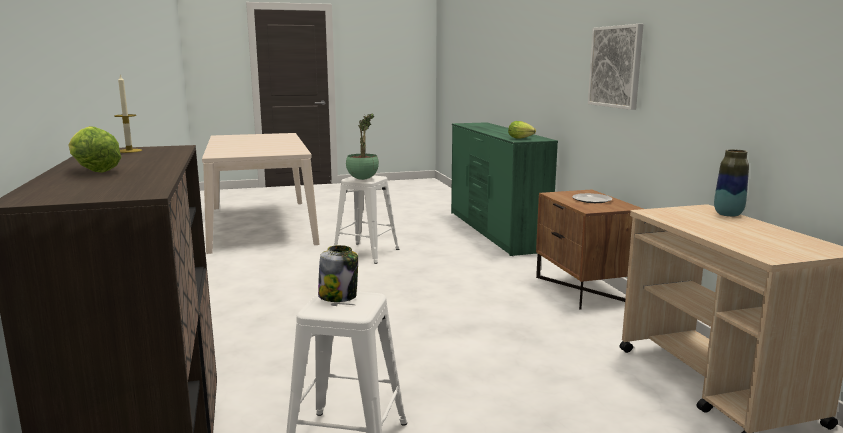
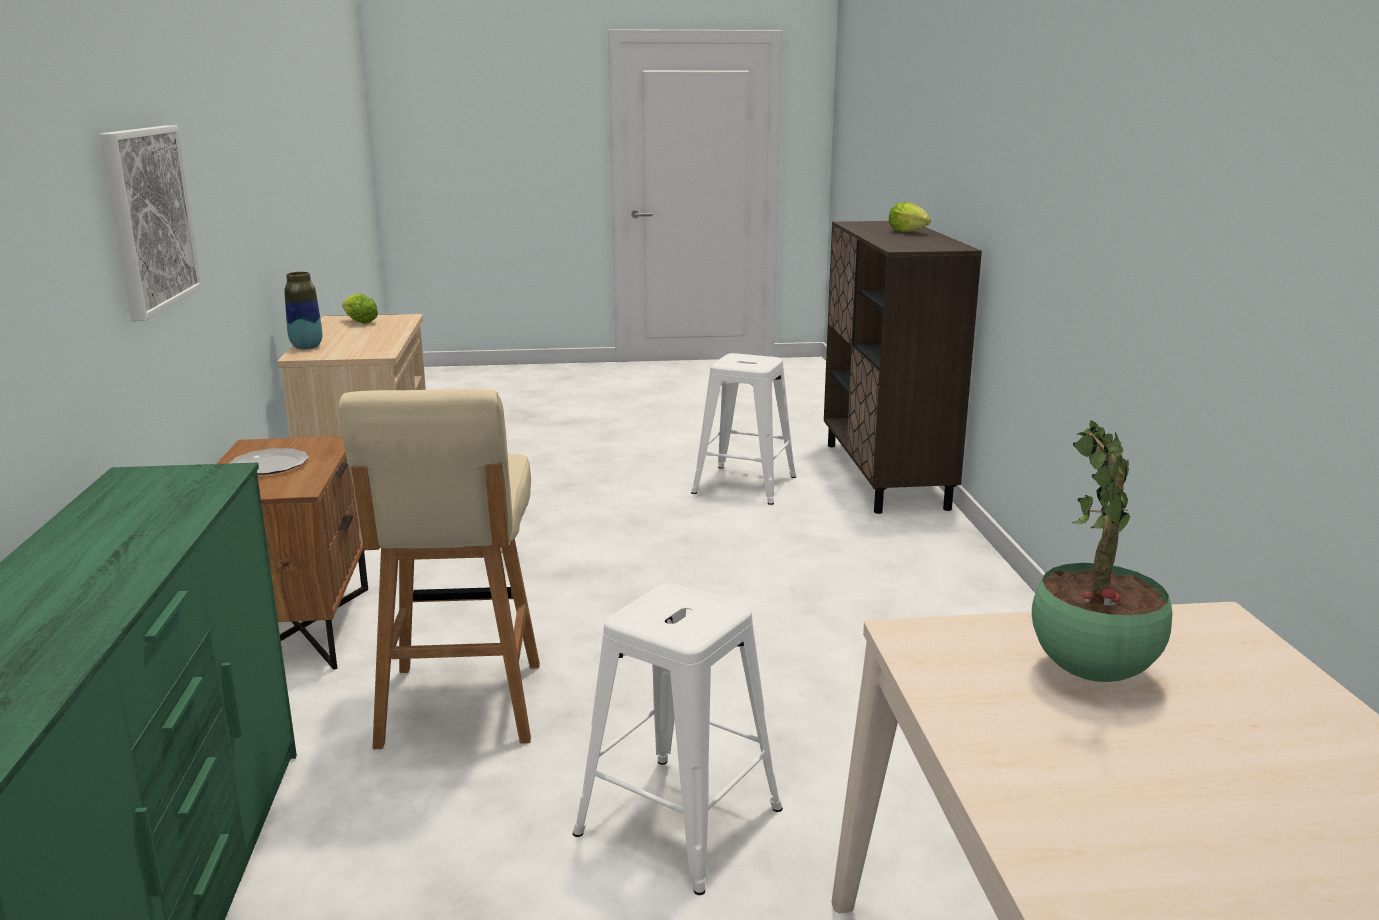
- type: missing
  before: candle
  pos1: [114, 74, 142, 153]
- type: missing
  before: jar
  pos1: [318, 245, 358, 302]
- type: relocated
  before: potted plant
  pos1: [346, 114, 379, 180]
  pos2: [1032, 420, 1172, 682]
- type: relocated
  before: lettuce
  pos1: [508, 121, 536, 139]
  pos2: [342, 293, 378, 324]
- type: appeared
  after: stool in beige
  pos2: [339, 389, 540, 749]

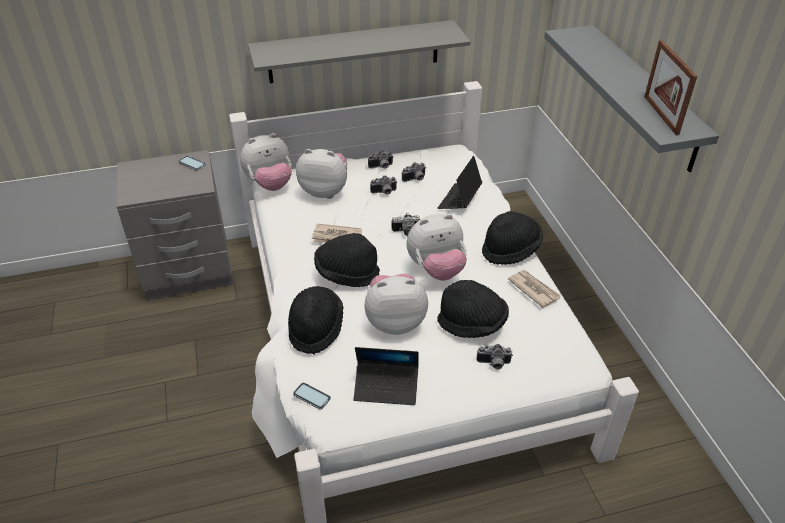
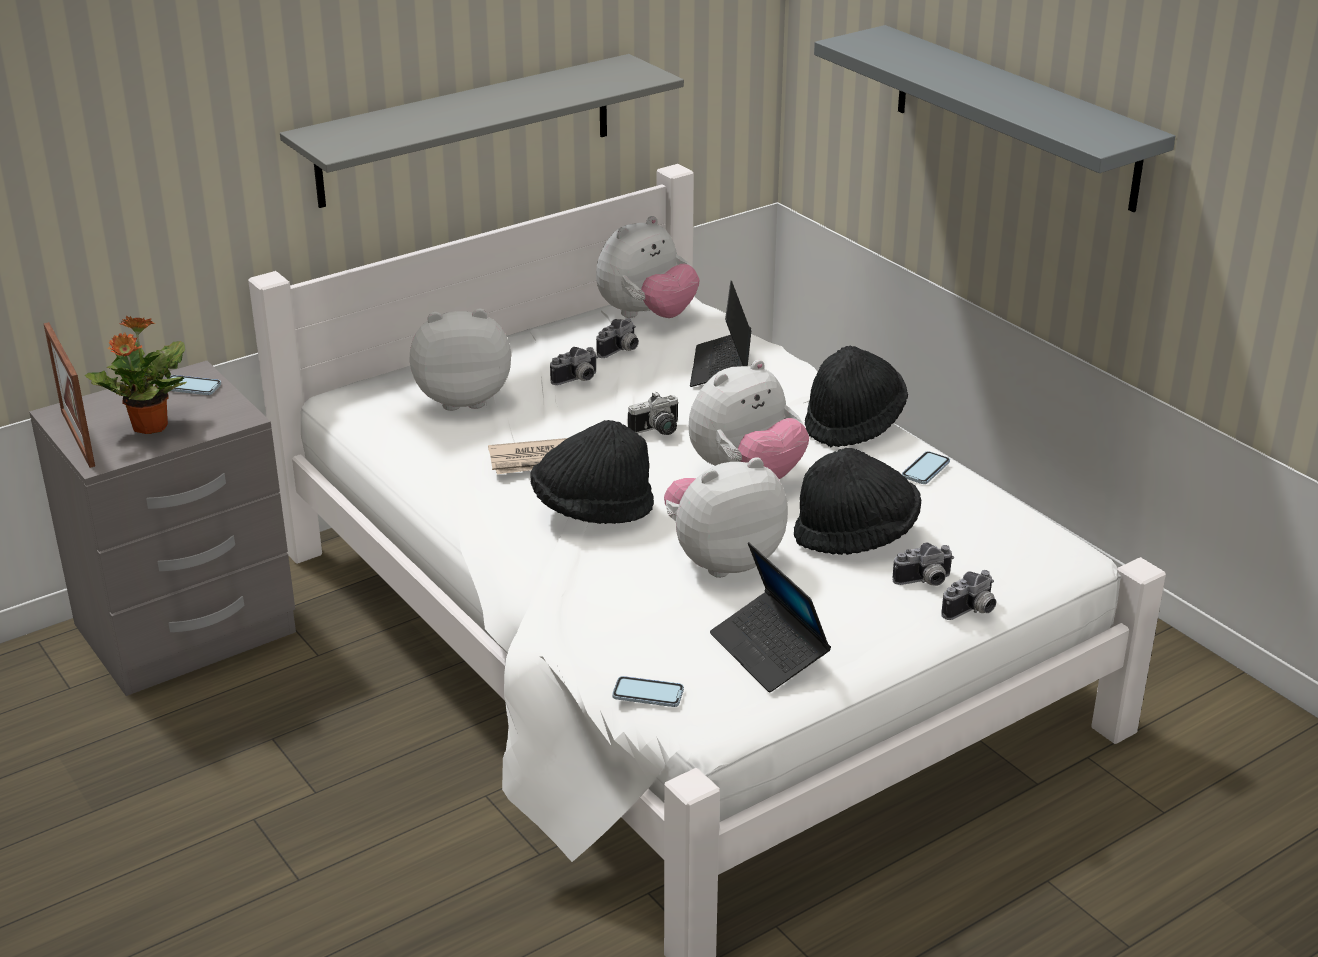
- type: relocated
  before: plush toy
  pos1: [240, 133, 292, 191]
  pos2: [596, 216, 700, 318]
- type: missing
  before: hat in black
  pos1: [288, 286, 343, 354]
- type: spun
  before: laptop
  pos1: [354, 347, 419, 405]
  pos2: [710, 542, 831, 692]
  turn: 75
- type: relocated
  before: photo camera
  pos1: [368, 151, 393, 169]
  pos2: [941, 570, 997, 620]
- type: exchanged
  before: newspaper
  after: phone
  pos1: [508, 270, 561, 308]
  pos2: [902, 451, 950, 484]
- type: relocated
  before: picture frame
  pos1: [645, 40, 697, 135]
  pos2: [43, 322, 95, 468]
- type: appeared
  after: potted plant
  pos2: [85, 315, 187, 434]

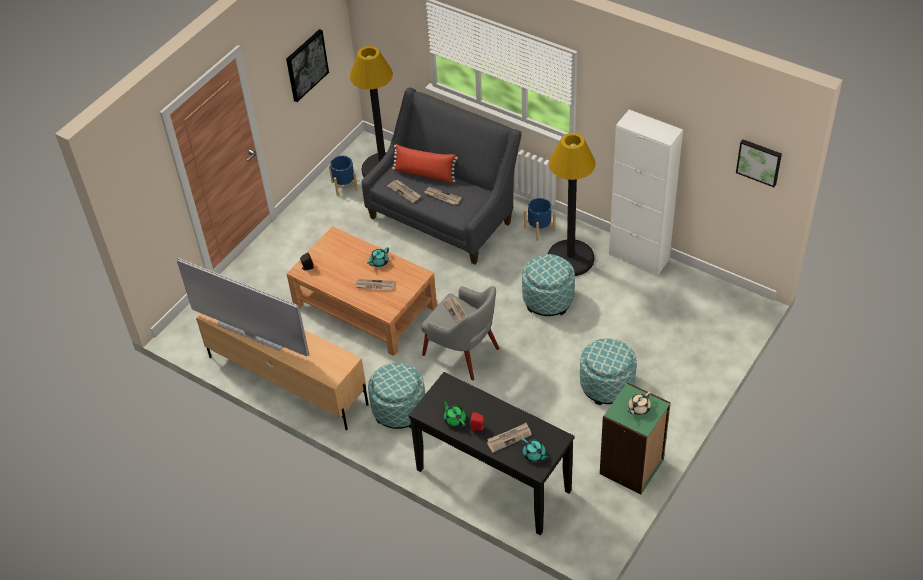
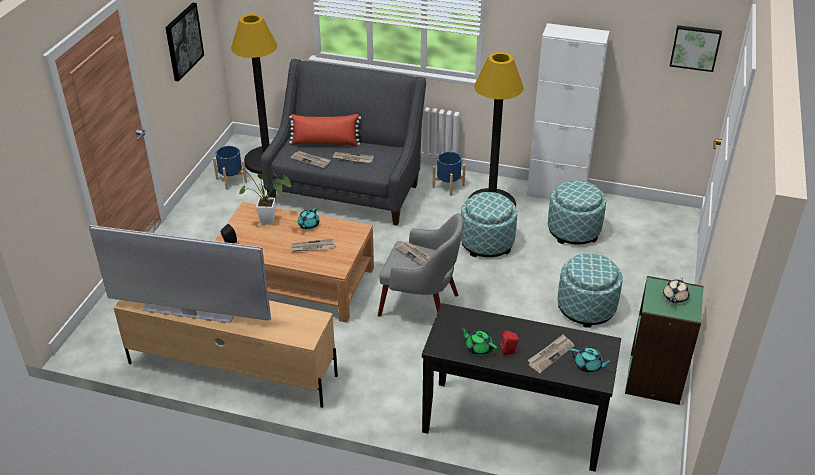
- type: relocated
  before: ottoman
  pos1: [368, 363, 425, 429]
  pos2: [548, 180, 606, 245]
- type: appeared
  after: potted plant
  pos2: [238, 168, 291, 225]

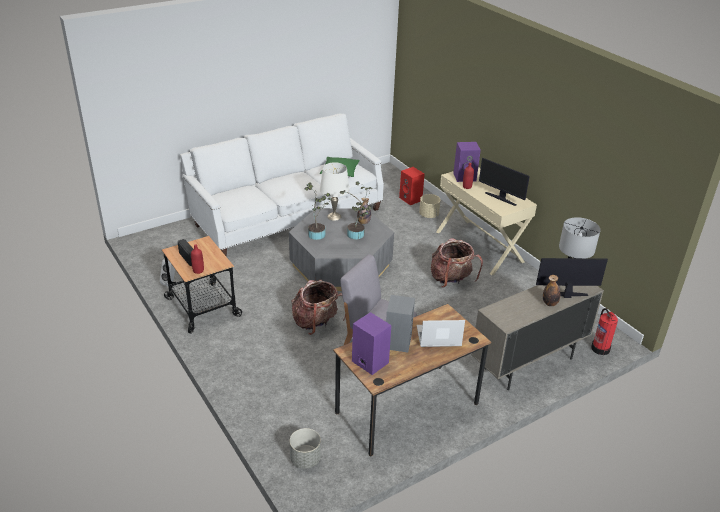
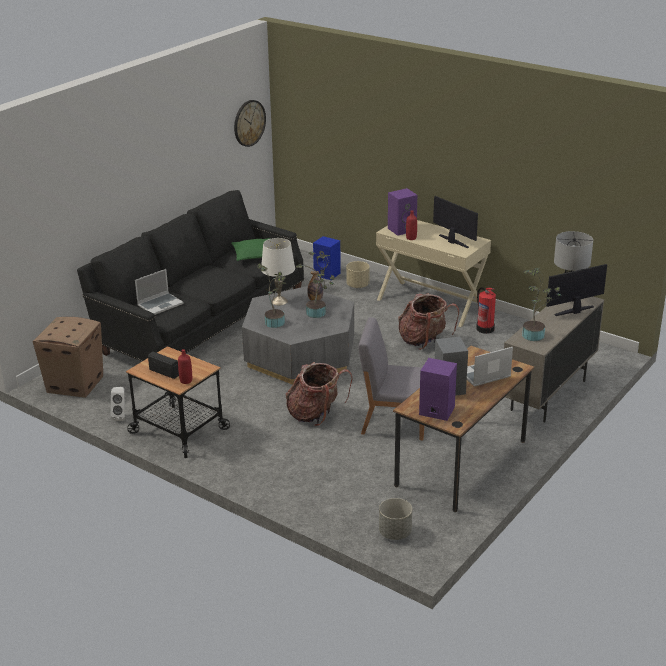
- type: colour
  before: sofa in white
  after: sofa in black
  pos1: [180, 114, 384, 256]
  pos2: [77, 190, 304, 361]
- type: colour
  before: speaker in red
  after: speaker in blue
  pos1: [399, 167, 425, 205]
  pos2: [313, 236, 341, 280]
- type: spun
  before: monitor
  pos1: [479, 158, 530, 206]
  pos2: [433, 196, 478, 248]
  turn: -150
- type: missing
  before: bottle
  pos1: [543, 275, 560, 306]
- type: relocated
  before: fire extinguisher
  pos1: [591, 308, 618, 355]
  pos2: [476, 287, 496, 334]
- type: appeared
  after: cardboard box
  pos2: [33, 317, 103, 398]
- type: appeared
  after: laptop
  pos2: [135, 269, 184, 315]
- type: appeared
  after: wall clock
  pos2: [234, 100, 266, 147]
- type: appeared
  after: potted plant
  pos2: [522, 267, 562, 341]

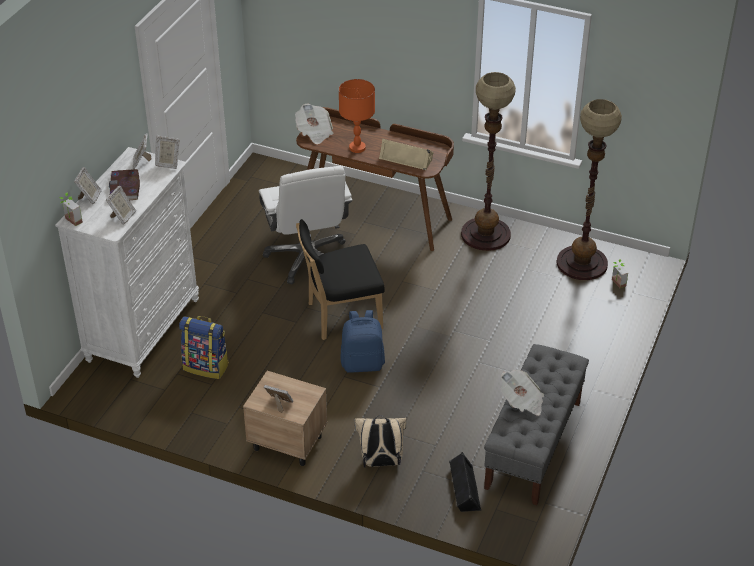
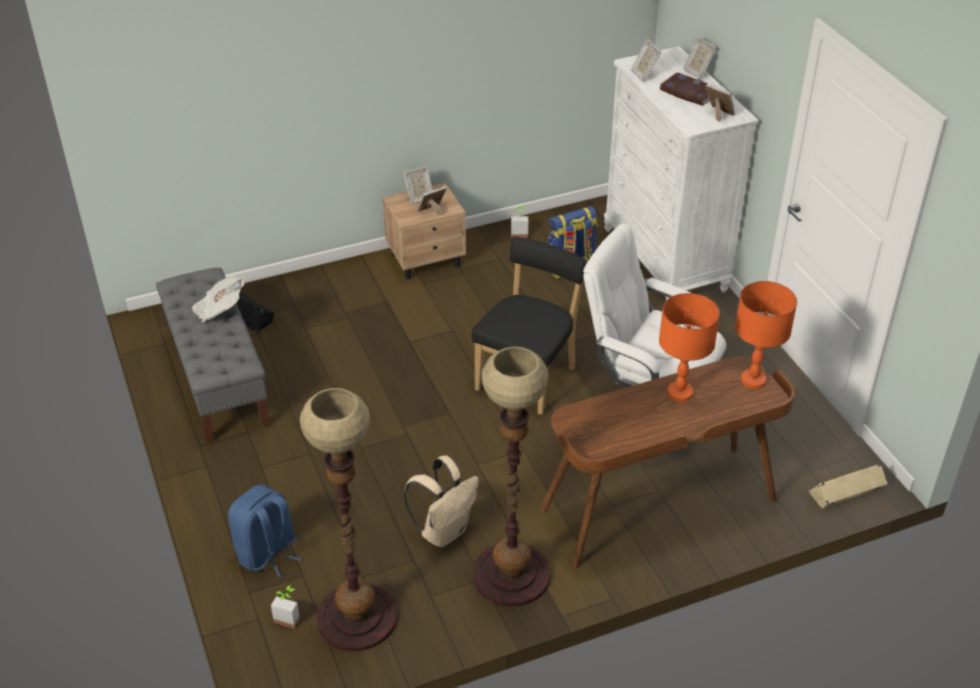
- type: relocated
  before: potted plant
  pos1: [60, 193, 83, 226]
  pos2: [511, 206, 528, 238]
- type: relocated
  before: picture frame
  pos1: [155, 136, 179, 169]
  pos2: [417, 186, 447, 215]
- type: exchanged
  before: newspaper
  after: table lamp in orange
  pos1: [295, 103, 334, 144]
  pos2: [735, 281, 797, 389]
- type: relocated
  before: backpack in blue
  pos1: [341, 310, 385, 373]
  pos2: [228, 484, 302, 578]
- type: relocated
  before: backpack in beige
  pos1: [354, 415, 406, 468]
  pos2: [404, 455, 479, 547]
- type: relocated
  before: speaker in beige
  pos1: [379, 139, 434, 170]
  pos2: [808, 463, 887, 509]

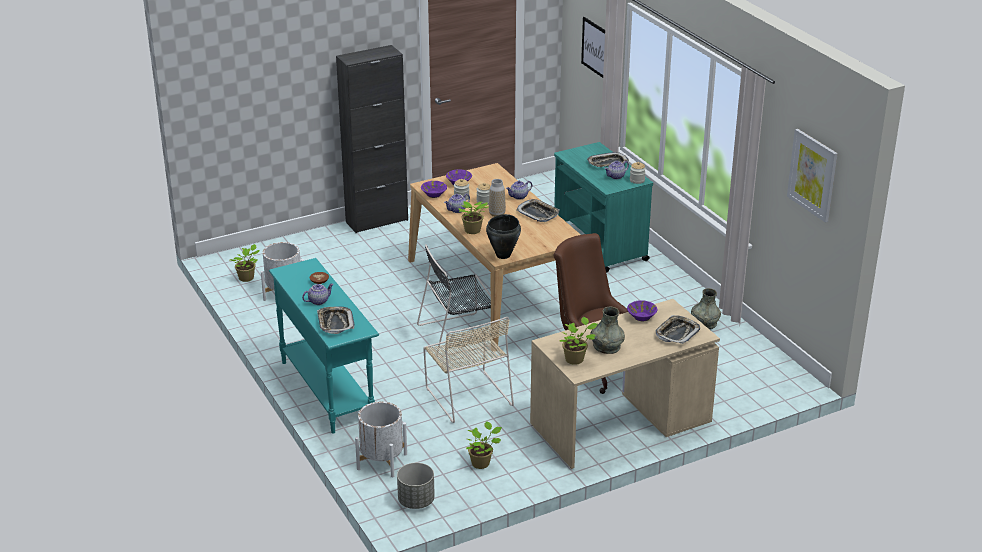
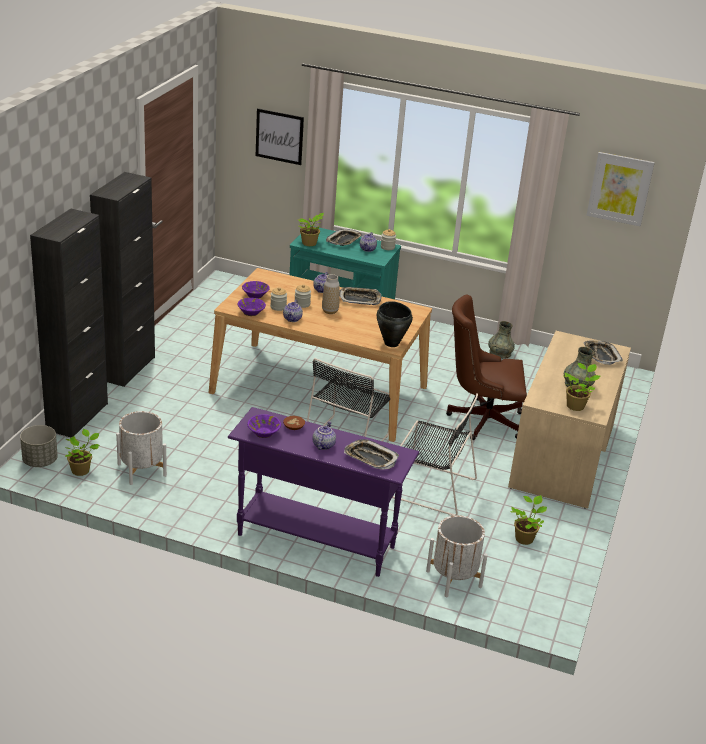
- type: colour
  before: console table in turquoise
  after: console table in purple
  pos1: [269, 258, 379, 434]
  pos2: [228, 407, 419, 577]
- type: relocated
  before: planter in grey
  pos1: [397, 463, 435, 509]
  pos2: [20, 425, 58, 467]
- type: colour
  before: chair in beige
  after: chair in black
  pos1: [423, 317, 514, 423]
  pos2: [392, 393, 478, 516]
- type: relocated
  before: potted plant
  pos1: [458, 201, 489, 234]
  pos2: [297, 213, 324, 246]
- type: relocated
  before: bowl in purple
  pos1: [627, 300, 658, 321]
  pos2: [247, 414, 281, 438]
- type: appeared
  after: cabinet in black
  pos2: [30, 208, 108, 438]

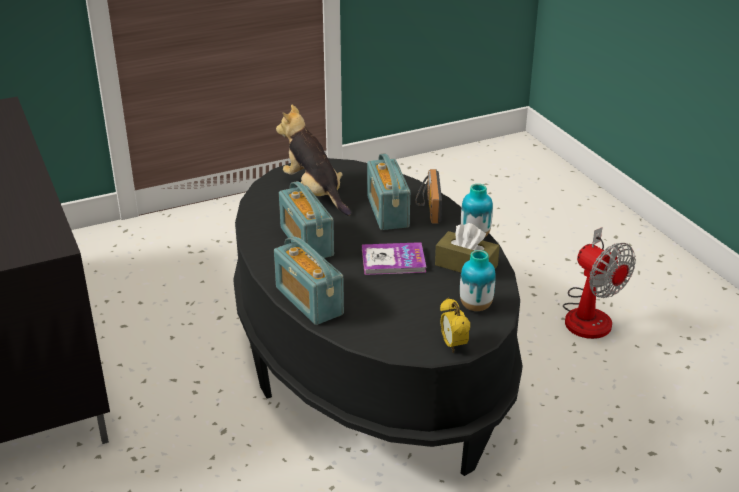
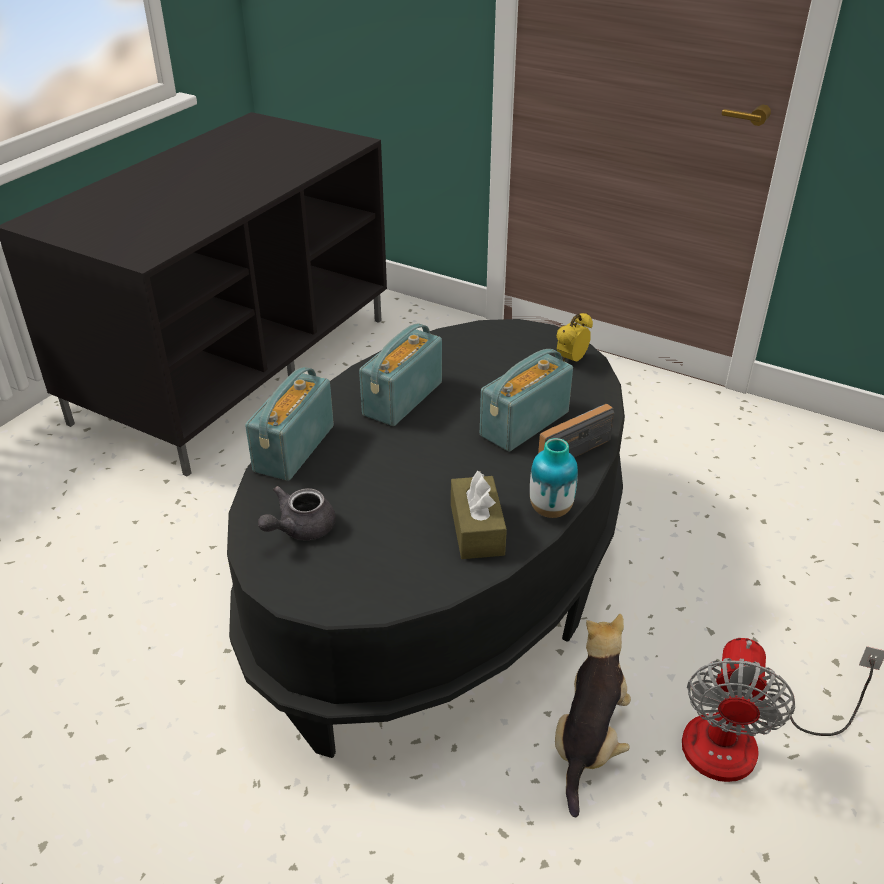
- type: relocated
  before: plush toy
  pos1: [276, 104, 351, 216]
  pos2: [555, 614, 631, 817]
- type: missing
  before: book
  pos1: [362, 242, 426, 275]
- type: relocated
  before: alarm clock
  pos1: [440, 298, 470, 353]
  pos2: [556, 313, 593, 362]
- type: missing
  before: vase
  pos1: [460, 250, 496, 311]
- type: appeared
  after: teapot in grey
  pos2: [258, 486, 336, 540]

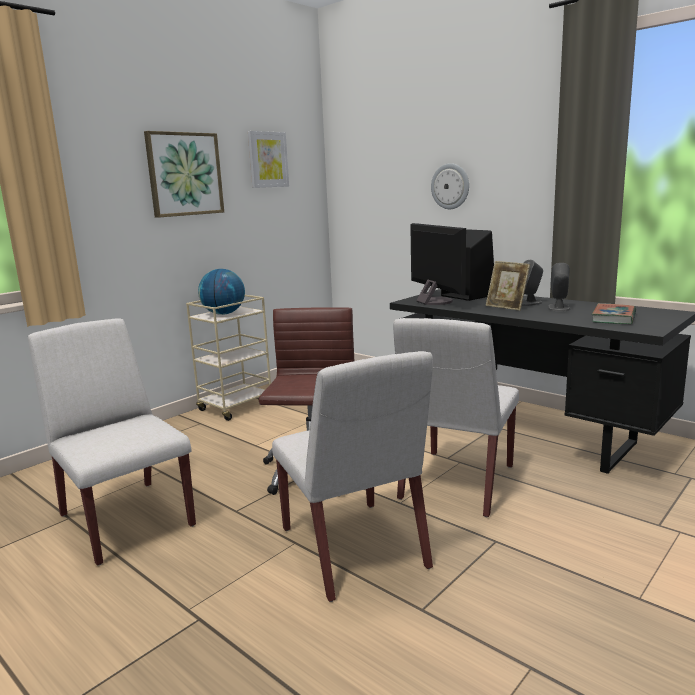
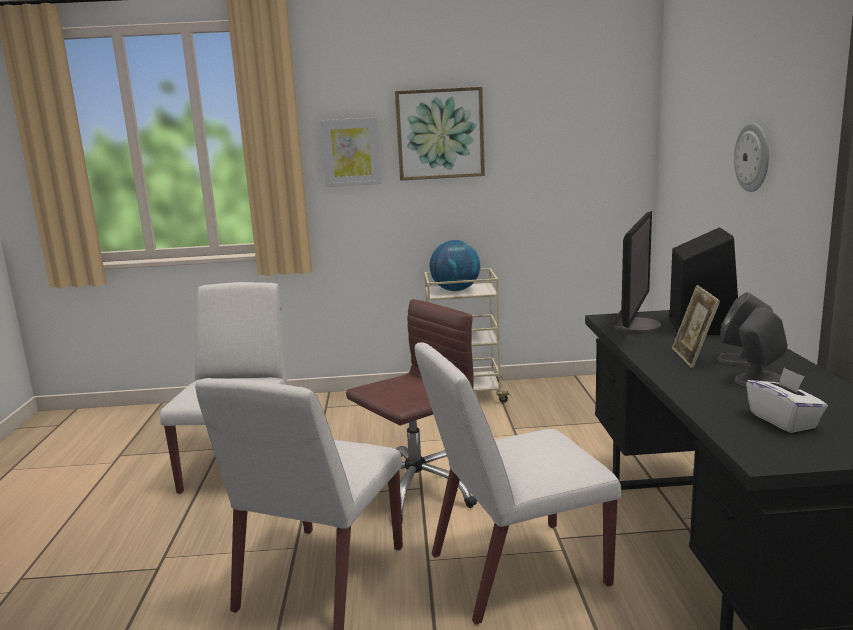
- type: relocated
  before: picture
  pos1: [248, 131, 289, 188]
  pos2: [320, 117, 382, 187]
- type: exchanged
  before: book
  after: tissue box in white
  pos1: [592, 303, 636, 324]
  pos2: [746, 367, 828, 433]

